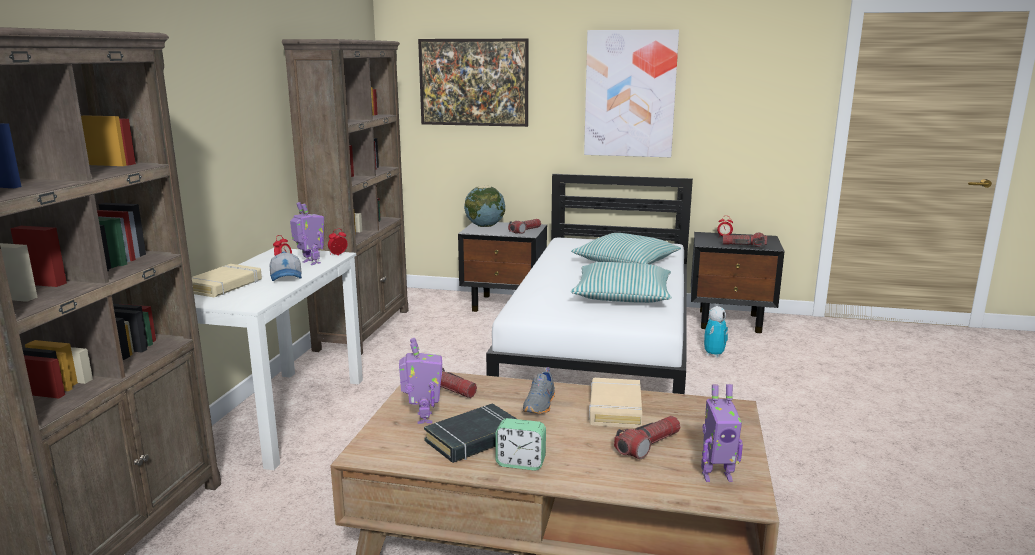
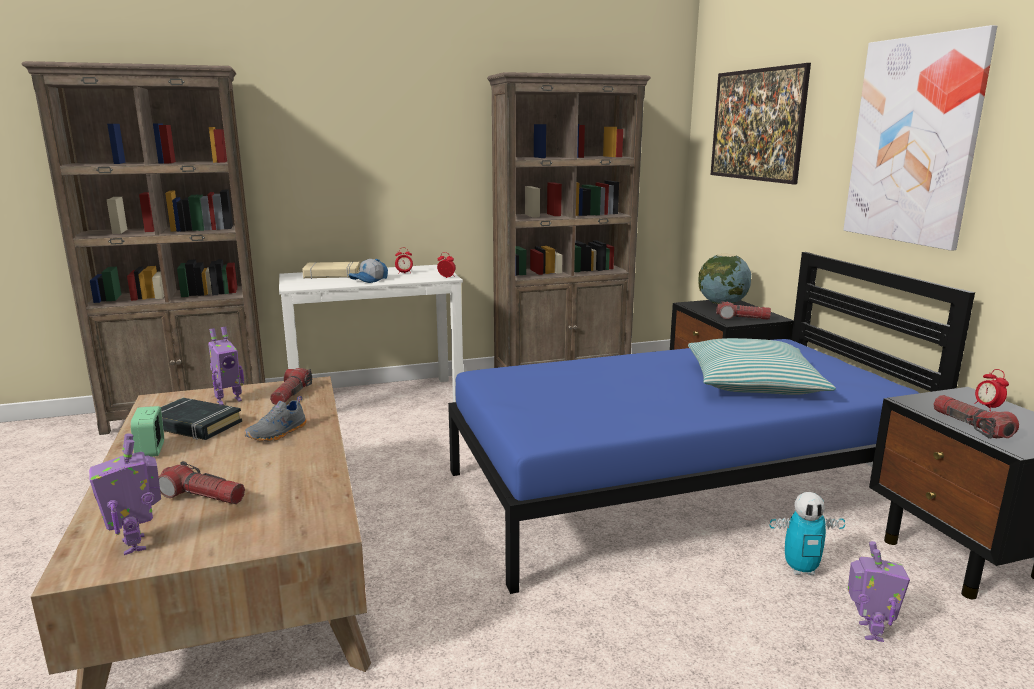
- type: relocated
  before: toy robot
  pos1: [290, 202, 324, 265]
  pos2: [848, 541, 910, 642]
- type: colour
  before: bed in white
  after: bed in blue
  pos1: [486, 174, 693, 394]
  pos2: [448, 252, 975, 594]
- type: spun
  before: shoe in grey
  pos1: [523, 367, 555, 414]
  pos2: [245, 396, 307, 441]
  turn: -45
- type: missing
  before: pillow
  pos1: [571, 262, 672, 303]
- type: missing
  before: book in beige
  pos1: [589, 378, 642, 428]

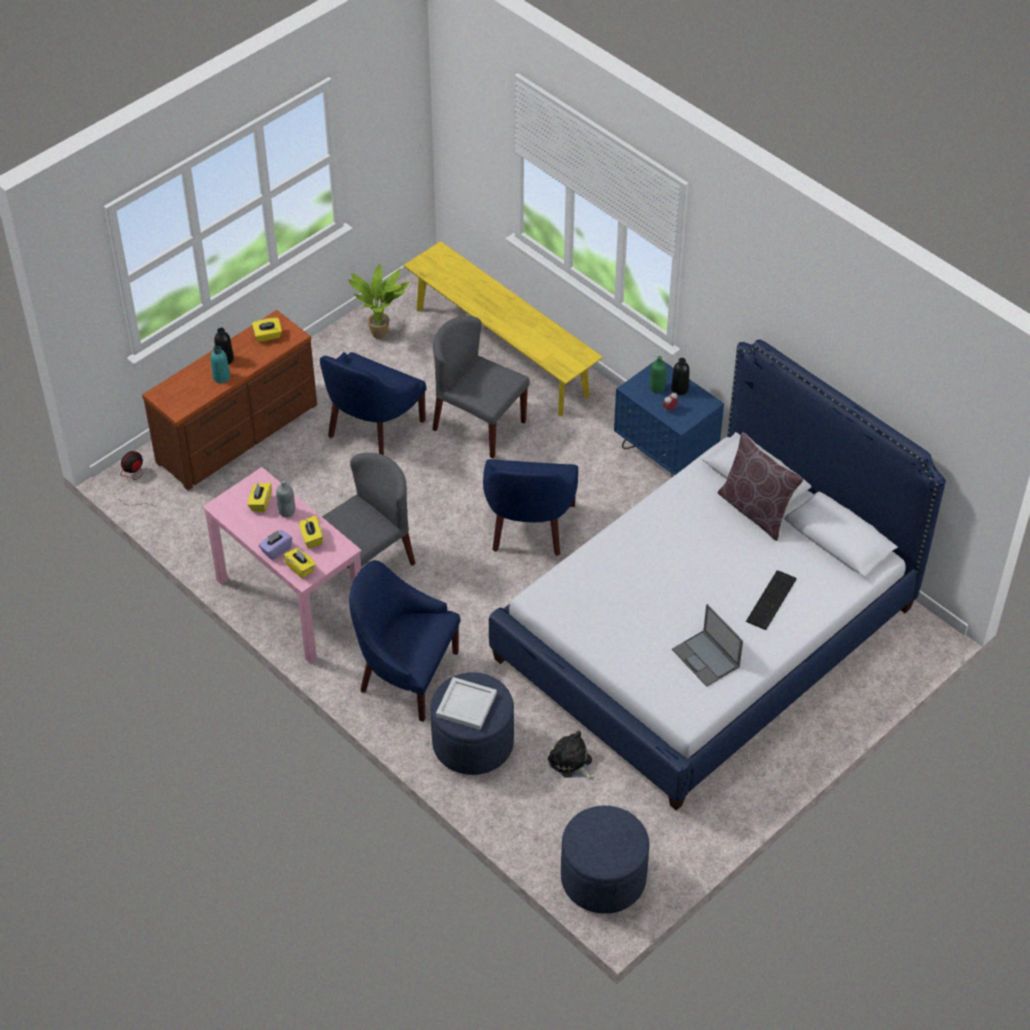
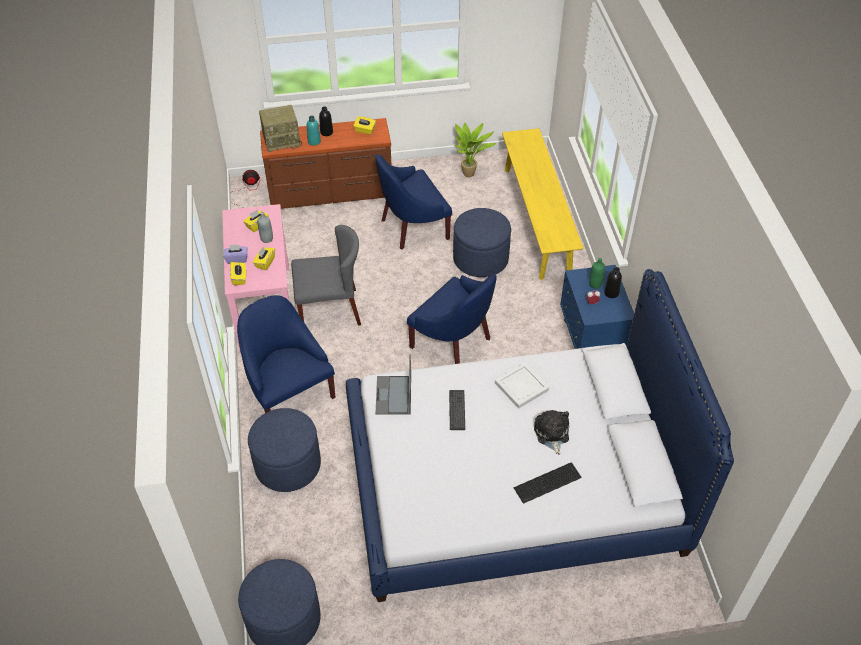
- type: exchanged
  before: chair in grey
  after: ottoman in blue
  pos1: [433, 316, 529, 459]
  pos2: [453, 208, 511, 277]
- type: relocated
  before: tray in white
  pos1: [436, 677, 497, 730]
  pos2: [495, 363, 549, 409]
- type: spun
  before: armchair in blue
  pos1: [483, 459, 578, 556]
  pos2: [407, 275, 497, 364]
  turn: -90
- type: relocated
  before: plush toy
  pos1: [548, 730, 594, 780]
  pos2: [534, 410, 569, 455]
- type: relocated
  before: laptop
  pos1: [672, 604, 743, 687]
  pos2: [375, 355, 411, 415]
- type: missing
  before: pillow in brown
  pos1: [718, 432, 803, 541]
- type: appeared
  after: radio
  pos2: [259, 105, 302, 152]
- type: appeared
  after: keyboard
  pos2: [449, 390, 465, 430]

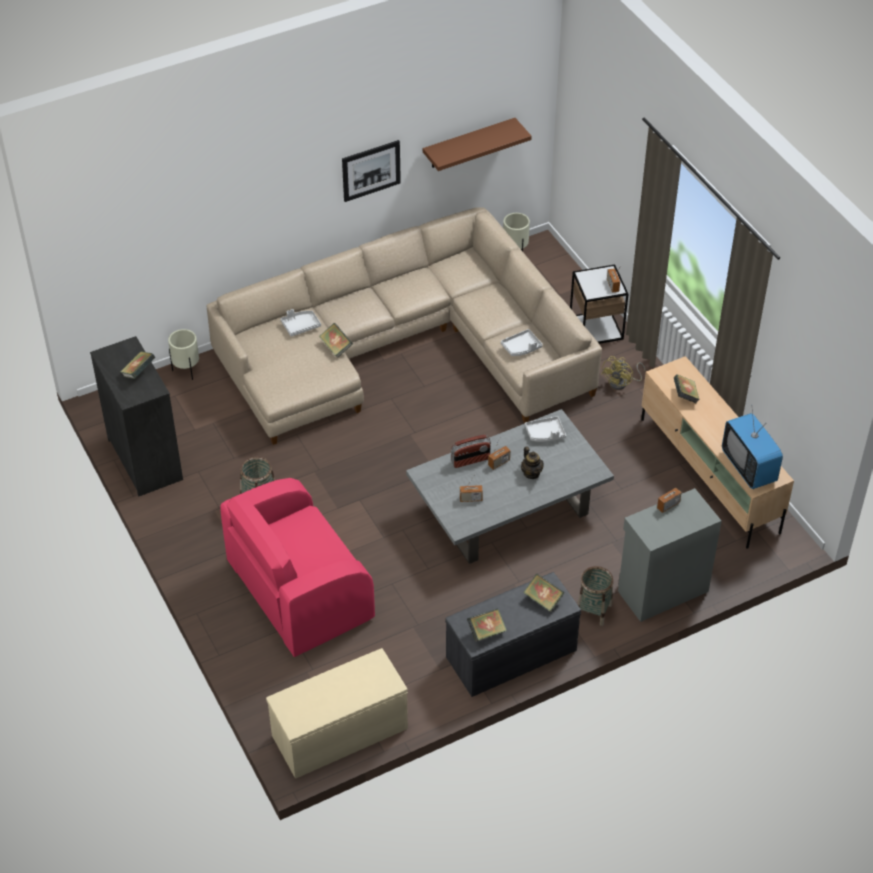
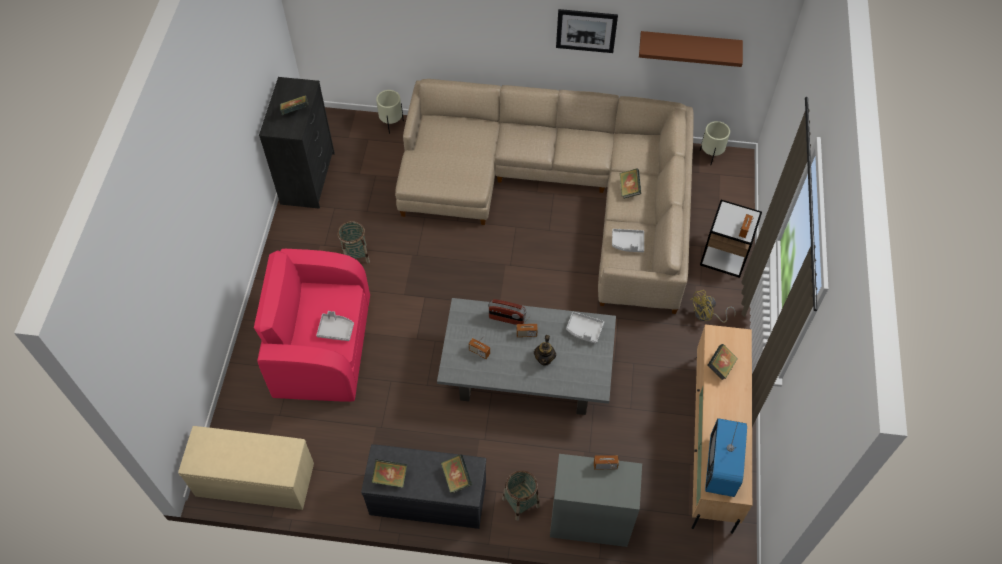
- type: relocated
  before: tray in grey
  pos1: [281, 309, 321, 337]
  pos2: [316, 311, 354, 341]
- type: relocated
  before: book
  pos1: [319, 323, 353, 358]
  pos2: [620, 169, 641, 199]

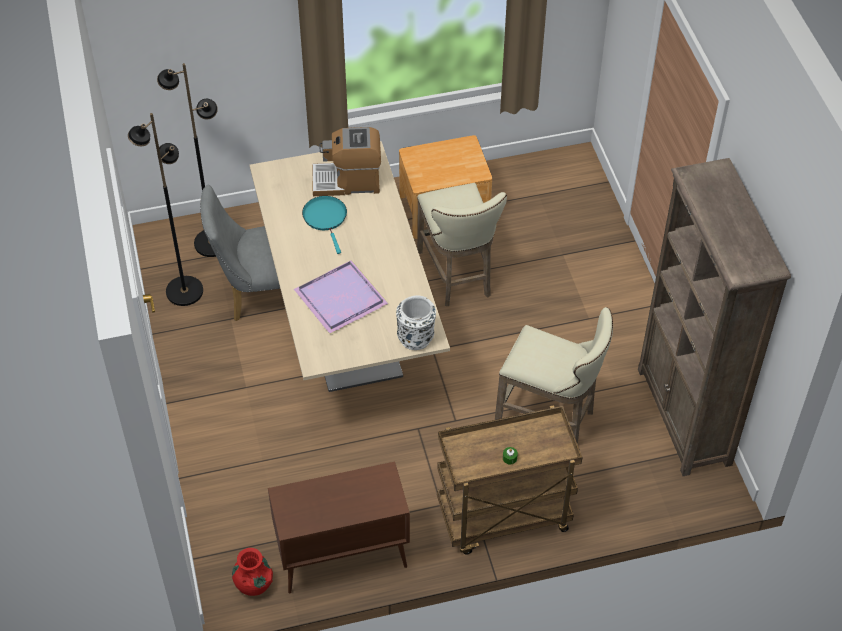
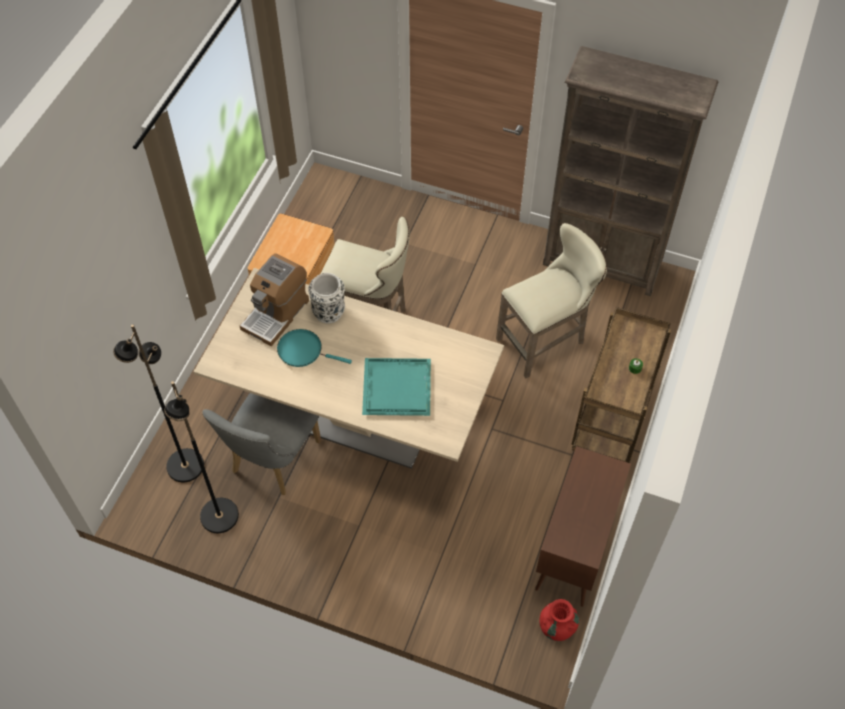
- type: colour
  before: tray in purple
  after: tray in turquoise
  pos1: [294, 260, 389, 334]
  pos2: [362, 358, 431, 416]
- type: relocated
  before: vase in white
  pos1: [396, 295, 436, 350]
  pos2: [308, 273, 345, 323]

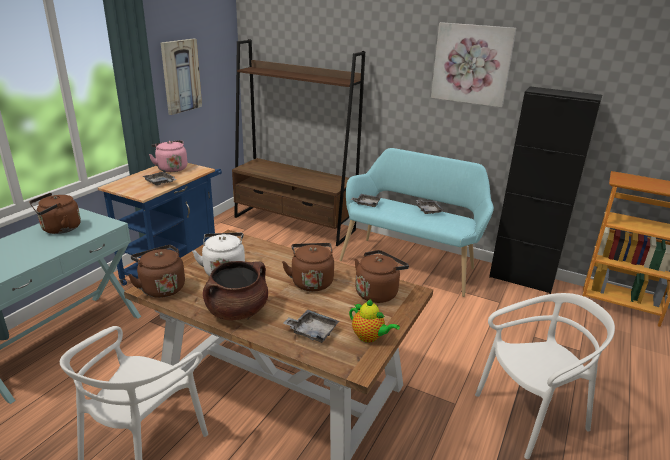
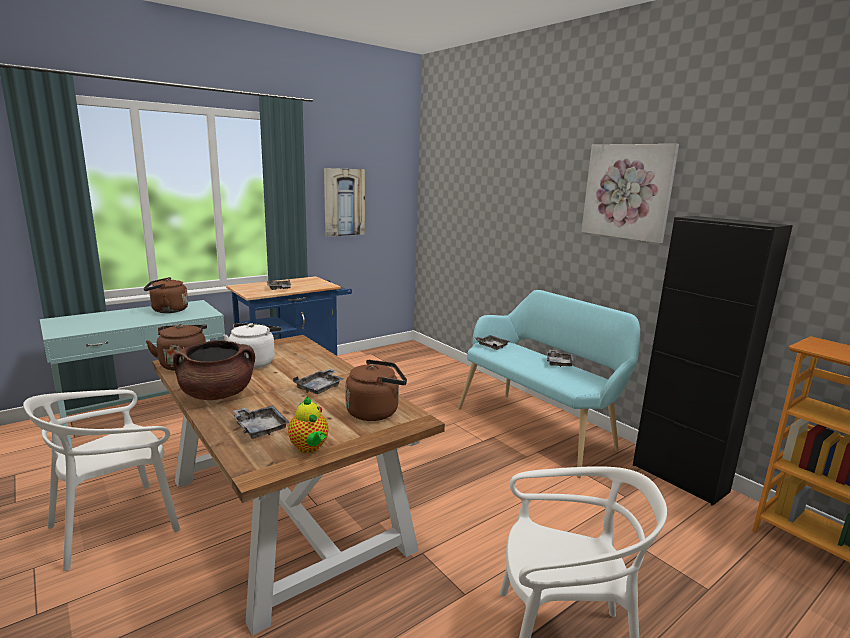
- type: missing
  before: kettle in pink
  pos1: [149, 140, 187, 172]
- type: missing
  before: bookcase in brown
  pos1: [232, 39, 365, 246]
- type: exchanged
  before: kettle in brown
  after: tray in grey
  pos1: [282, 243, 334, 291]
  pos2: [293, 369, 344, 394]

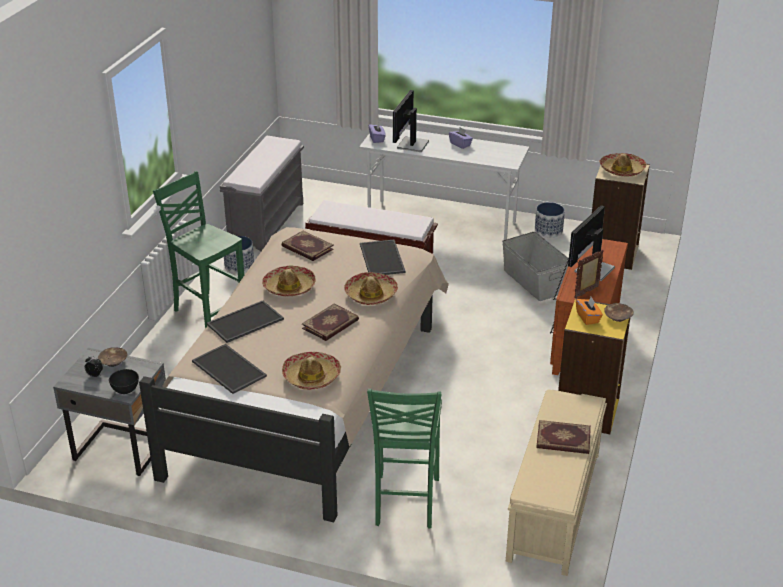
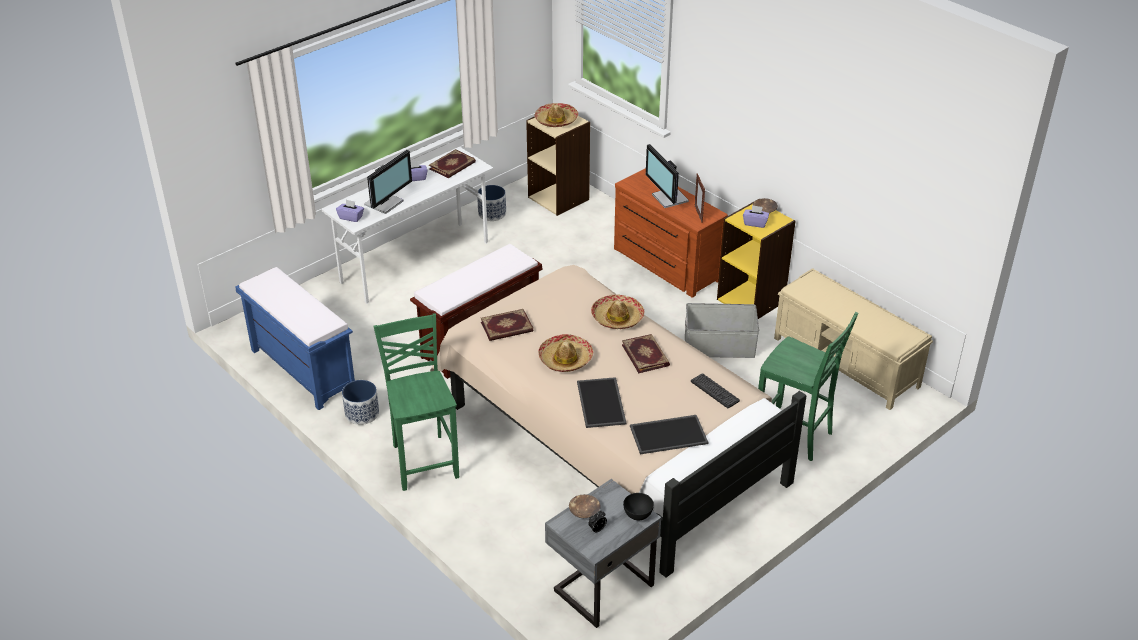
- type: spun
  before: chair in green
  pos1: [153, 171, 244, 328]
  pos2: [373, 313, 459, 491]
  turn: 90
- type: colour
  before: bench in grey
  after: bench in blue
  pos1: [220, 136, 304, 251]
  pos2: [235, 267, 355, 410]
- type: exchanged
  before: hat
  after: keyboard
  pos1: [282, 352, 341, 390]
  pos2: [691, 373, 740, 408]
- type: missing
  before: tray
  pos1: [360, 240, 406, 275]
- type: spun
  before: monitor
  pos1: [393, 90, 429, 152]
  pos2: [364, 150, 412, 214]
  turn: -105
- type: relocated
  before: storage box in grey
  pos1: [502, 232, 568, 301]
  pos2: [685, 303, 759, 358]
- type: relocated
  before: book
  pos1: [536, 420, 591, 454]
  pos2: [429, 149, 476, 178]
- type: colour
  before: tissue box in orange
  after: tissue box in purple
  pos1: [576, 297, 603, 325]
  pos2: [743, 205, 769, 228]

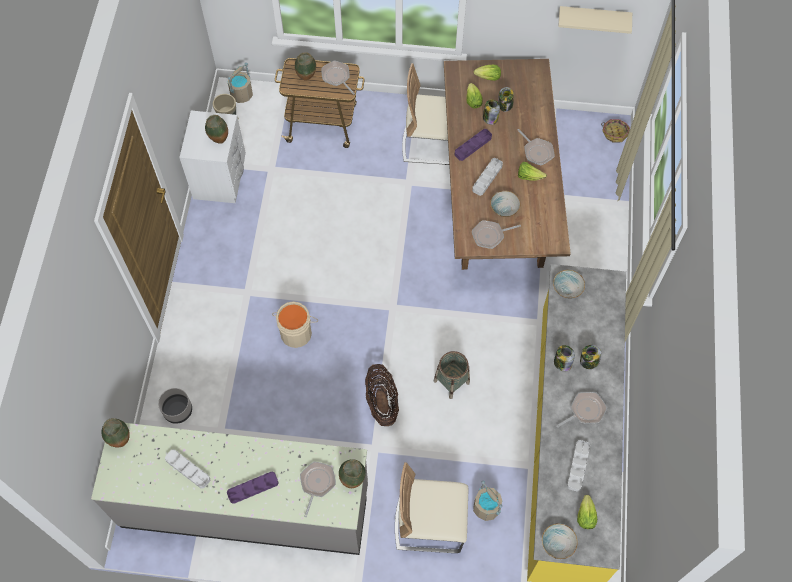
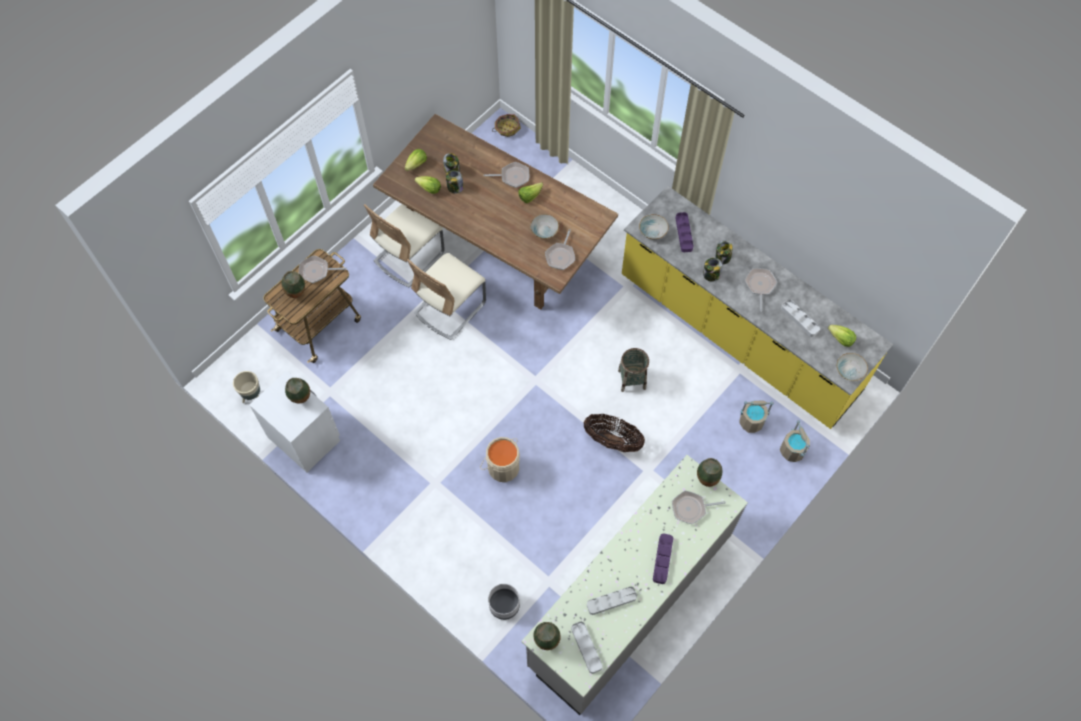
- type: relocated
  before: bucket in beige
  pos1: [227, 62, 253, 103]
  pos2: [779, 420, 810, 462]
- type: spun
  before: frying pan
  pos1: [300, 461, 336, 517]
  pos2: [672, 491, 726, 524]
  turn: -60
- type: relocated
  before: chair in beige
  pos1: [395, 462, 468, 553]
  pos2: [407, 253, 486, 340]
- type: relocated
  before: tray in purple
  pos1: [455, 129, 492, 161]
  pos2: [675, 212, 694, 252]
- type: relocated
  before: tray in grey
  pos1: [472, 158, 503, 196]
  pos2: [571, 621, 602, 674]
- type: missing
  before: shelf in beige
  pos1: [558, 6, 632, 34]

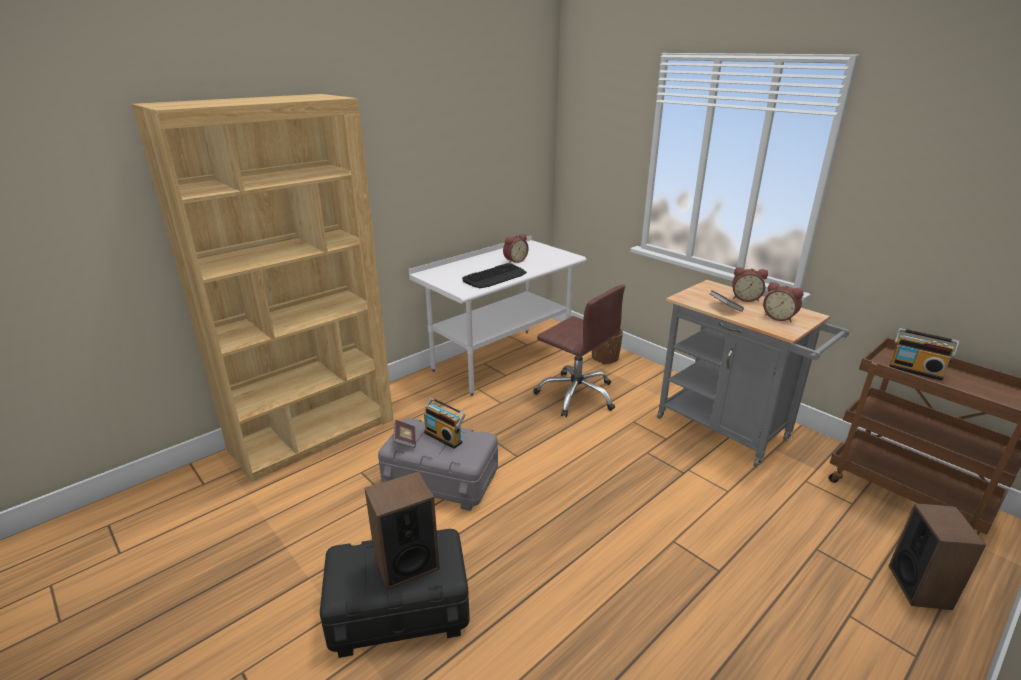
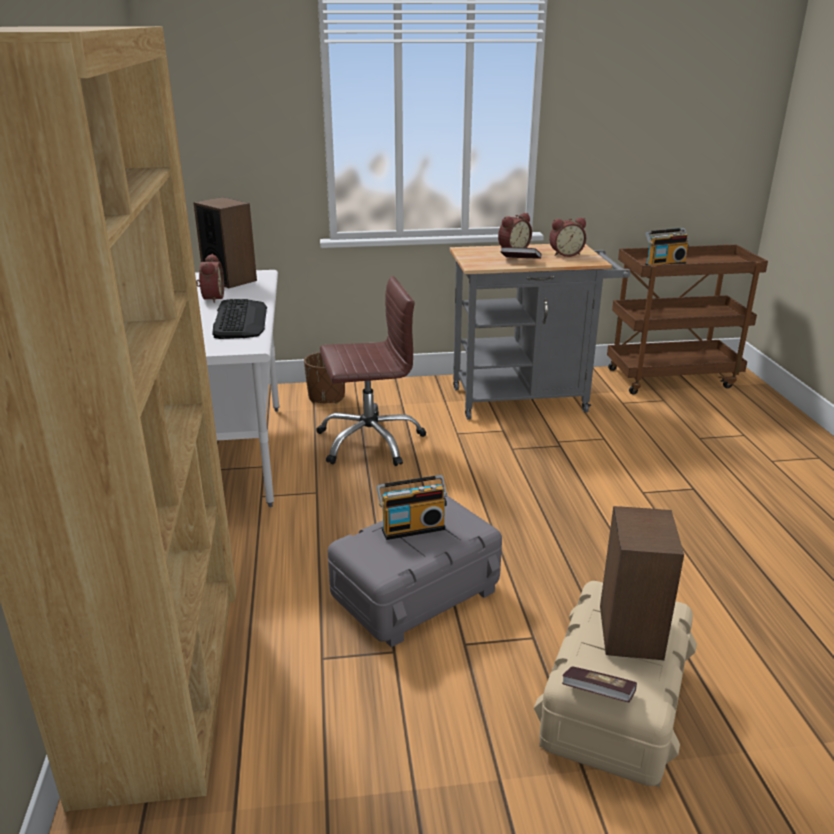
- type: colour
  before: storage box in black
  after: storage box in beige
  pos1: [320, 529, 470, 658]
  pos2: [534, 581, 697, 787]
- type: relocated
  before: book
  pos1: [394, 420, 416, 448]
  pos2: [562, 666, 637, 702]
- type: relocated
  before: speaker
  pos1: [889, 503, 986, 610]
  pos2: [193, 197, 257, 288]

